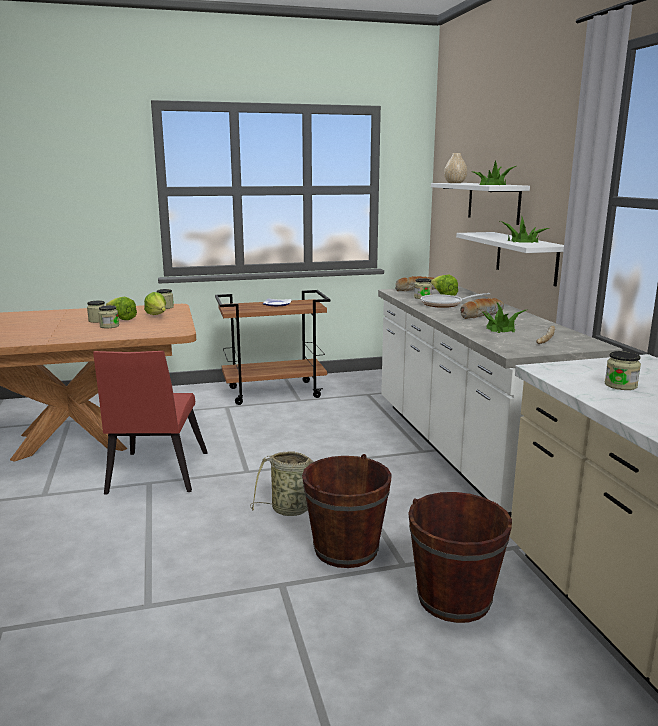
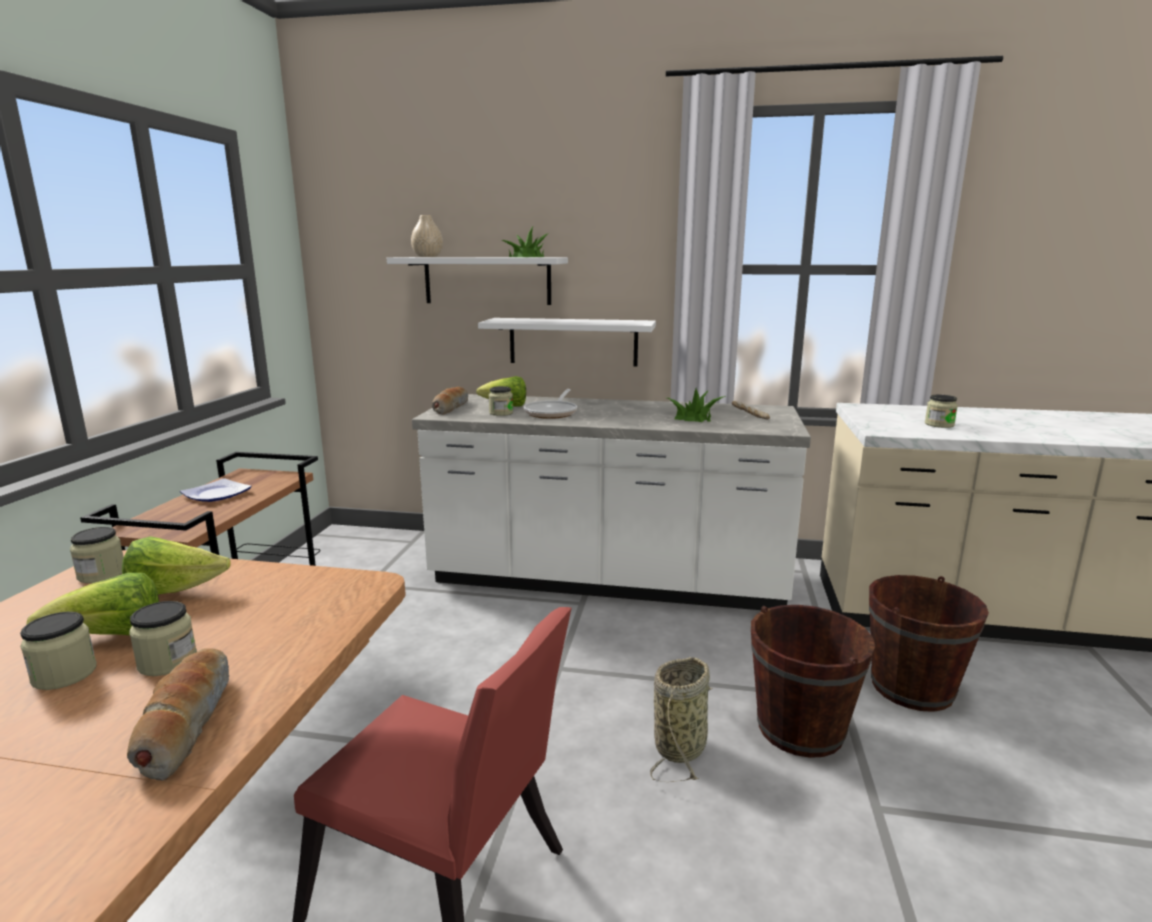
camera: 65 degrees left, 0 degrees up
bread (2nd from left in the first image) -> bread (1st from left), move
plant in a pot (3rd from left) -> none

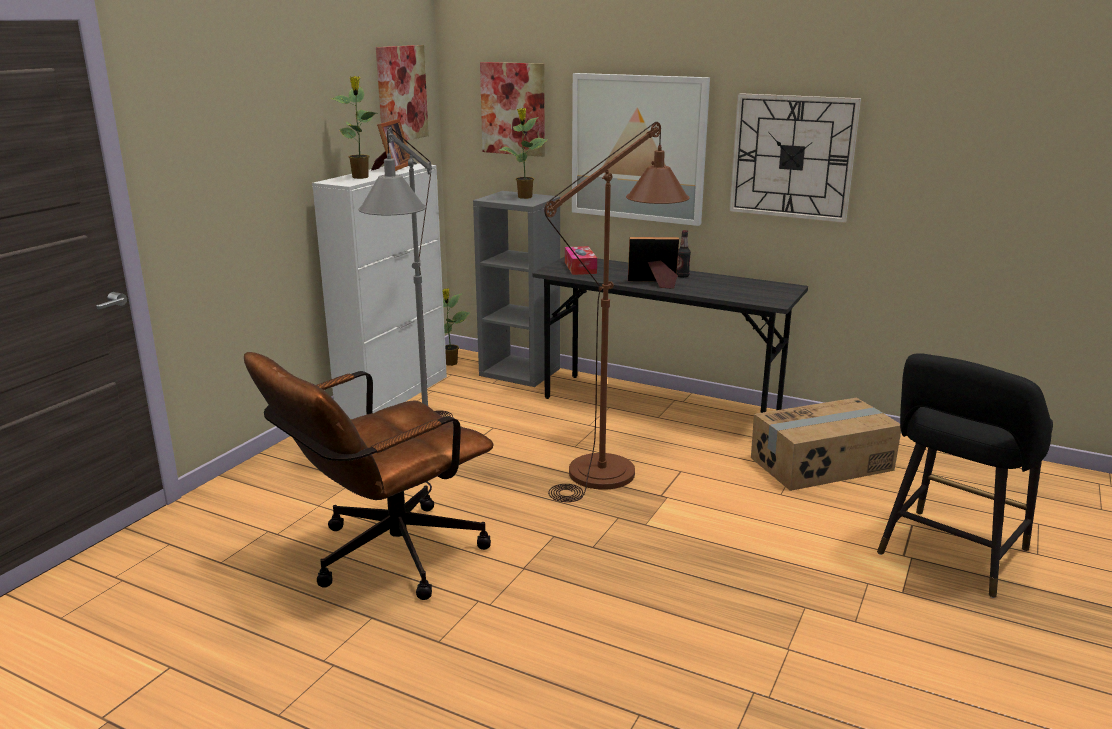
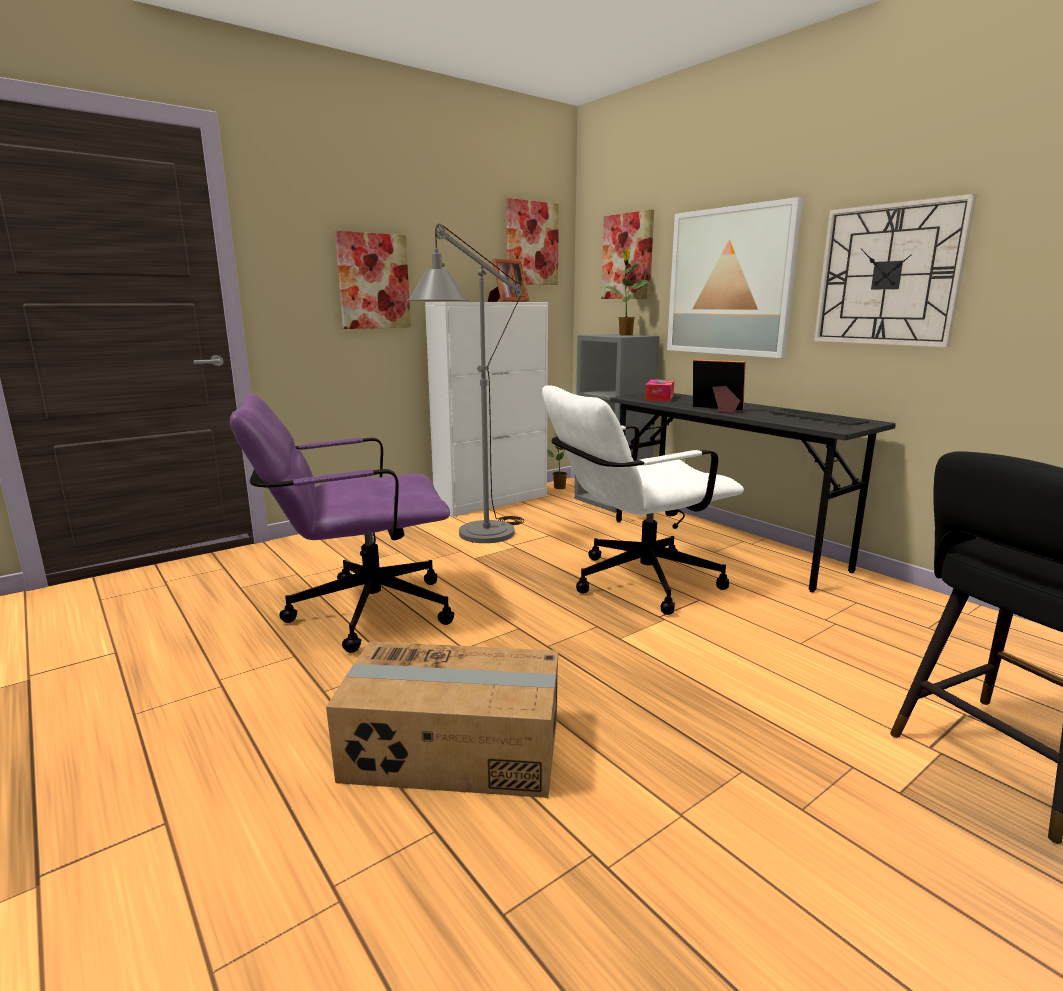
camera: 25 degrees right, 5 degrees down
office chair/brown-coloured -> office chair/purple-coloured
packing box, move
none -> picture (1st from left)
standing lamp/brown-coloured -> office chair/white
none -> PC keyboard
plant in a pot (1st from left) -> none
drink bottle -> none

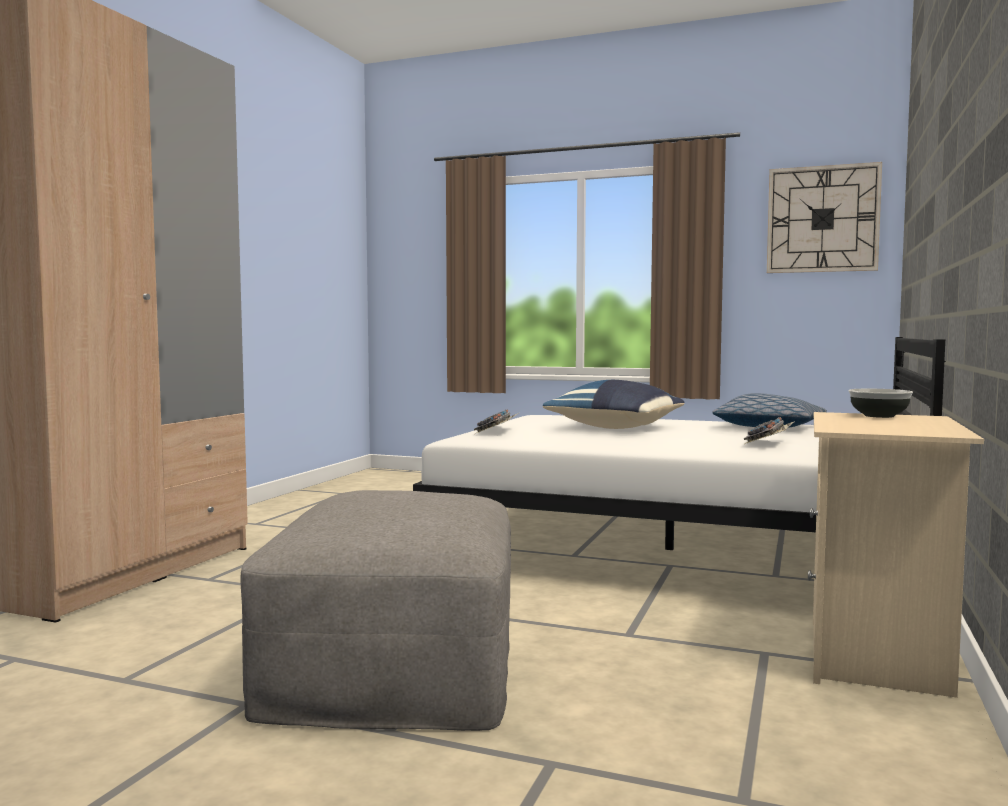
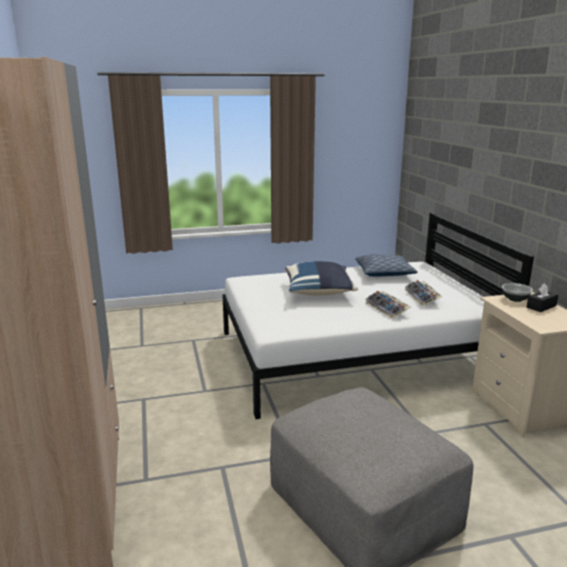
camera: 35 degrees left, 15 degrees up
PC keyboard (1st from left), move
none -> tissue holder/black-coloured
wall clock -> none

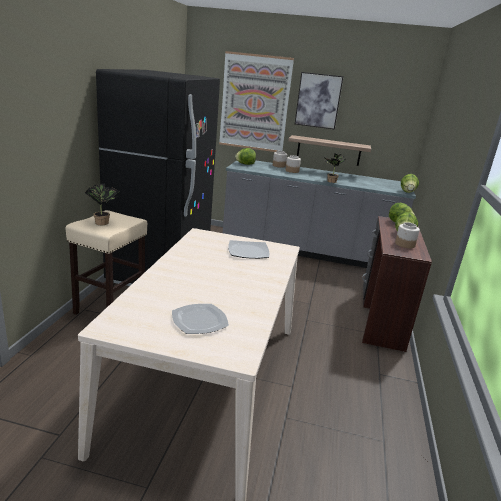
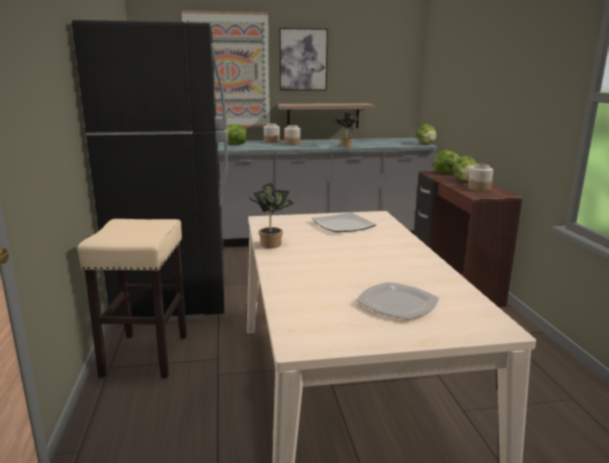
camera: 20 degrees left, 5 degrees down
plant in a pot (1st from left), move

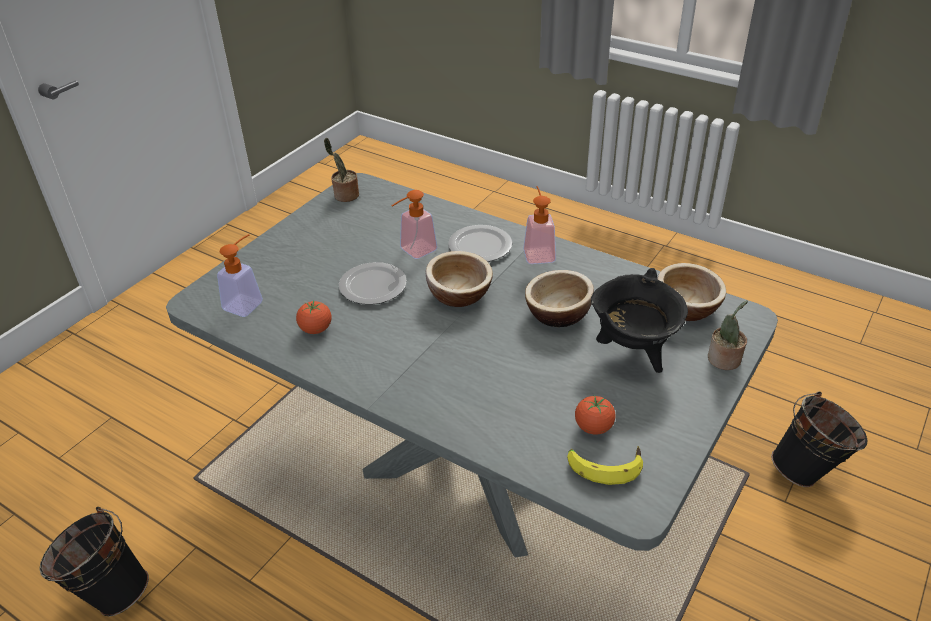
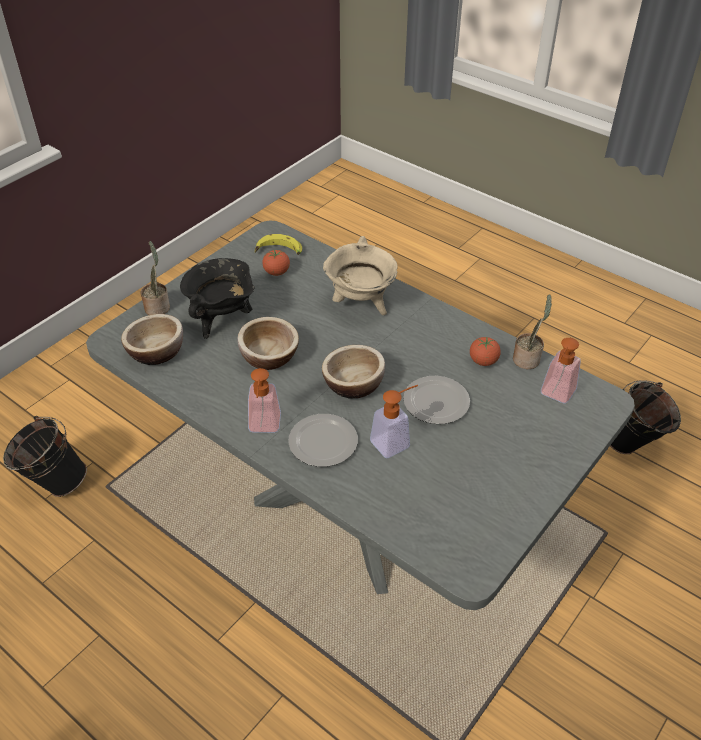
camera: 175 degrees left, 5 degrees up
none -> saucepot/beige
plant in a pot (1st from left in the first image) -> plant in a pot (2nd from left), move

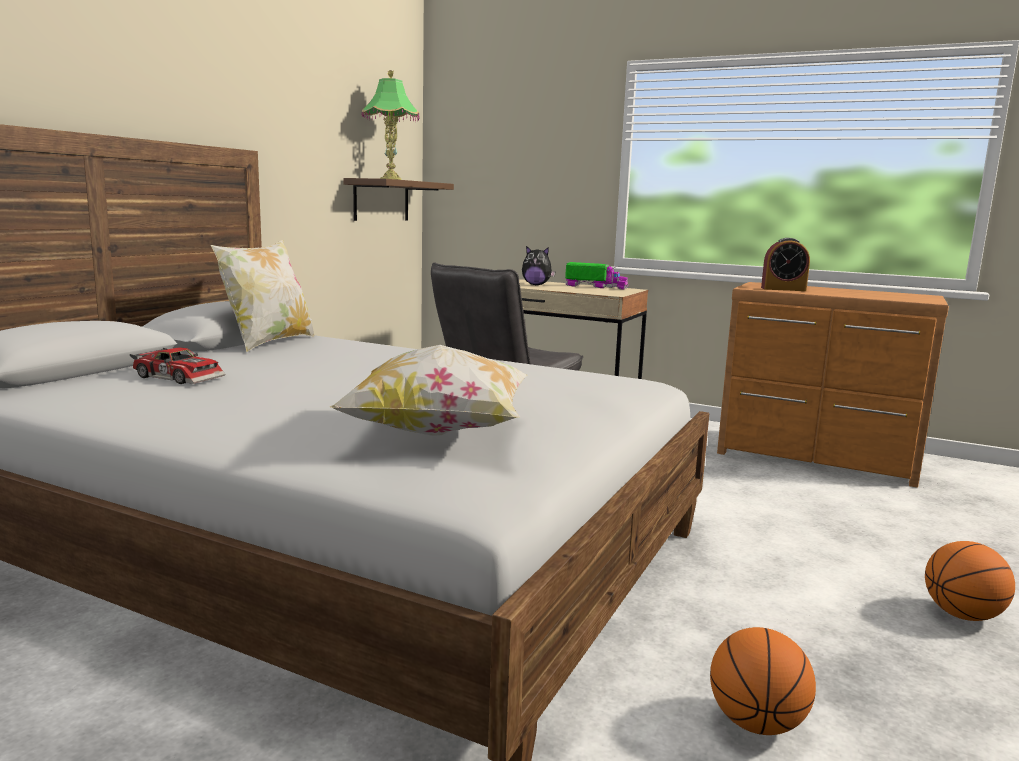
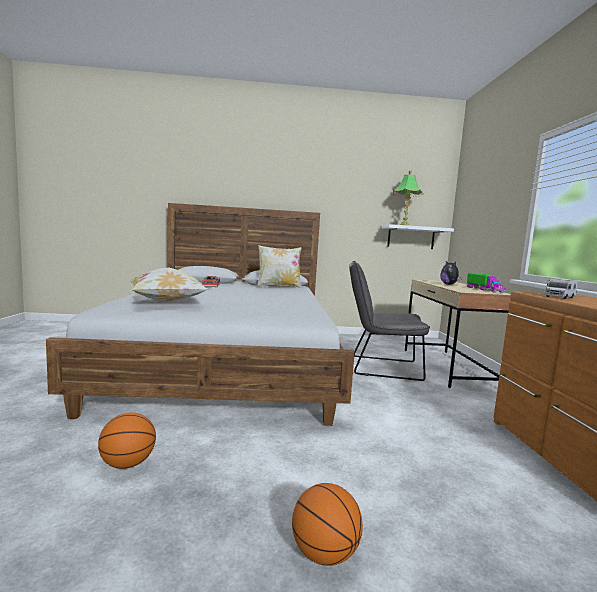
camera: 60 degrees right, 5 degrees down
bracket shelf/brown-coloured -> bracket shelf/white
table clock -> model truck (2nd from left)

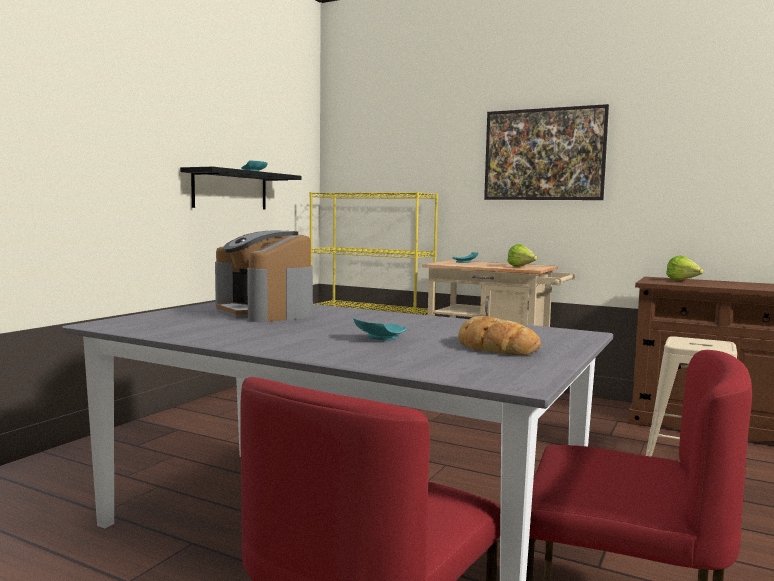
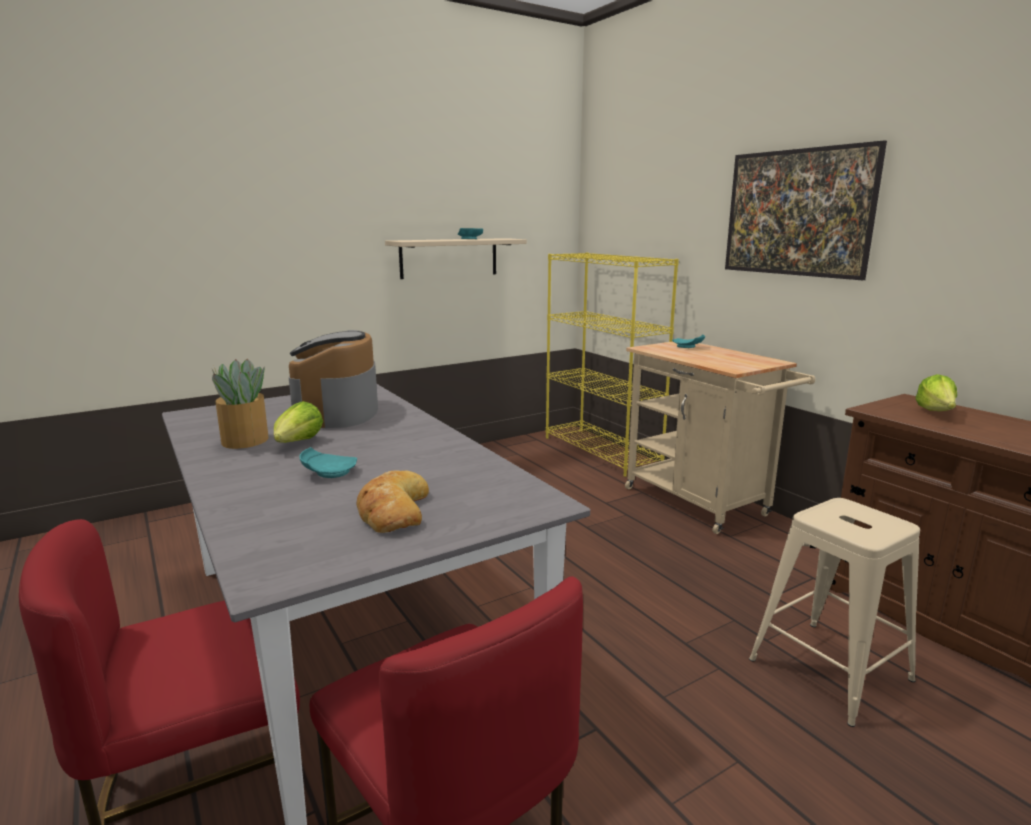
camera: 30 degrees right, 10 degrees up
none -> plant in a pot
lettuce (1st from left), move
bracket shelf/black-coloured -> bracket shelf/beige

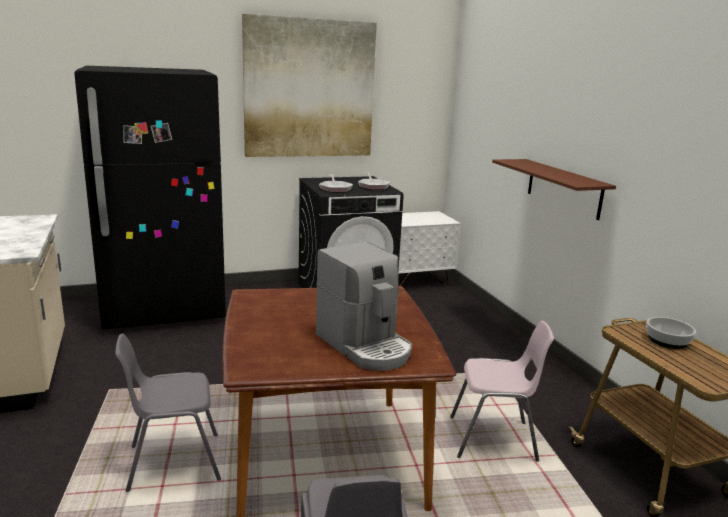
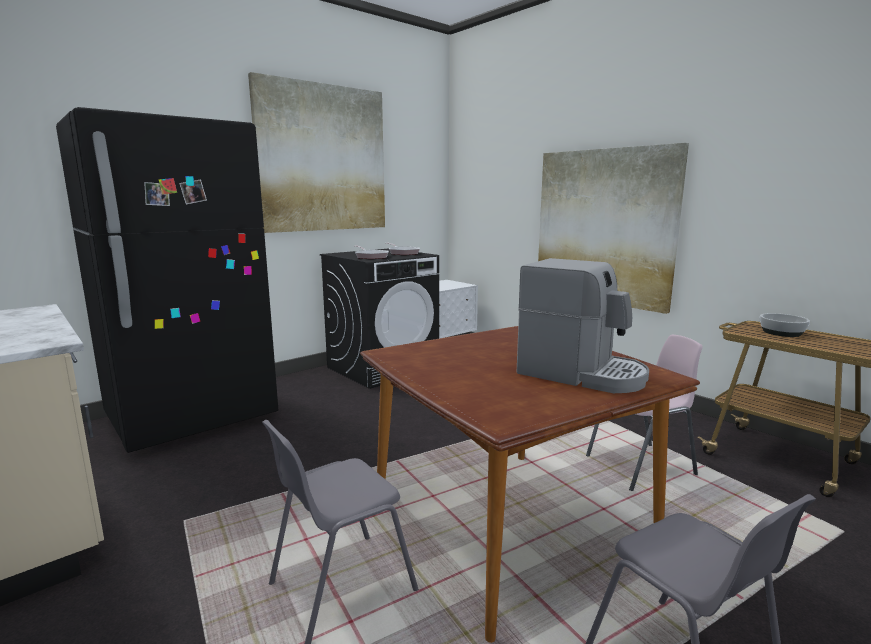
camera: 20 degrees left, 5 degrees down
bracket shelf/brown-coloured -> picture (2nd from left)

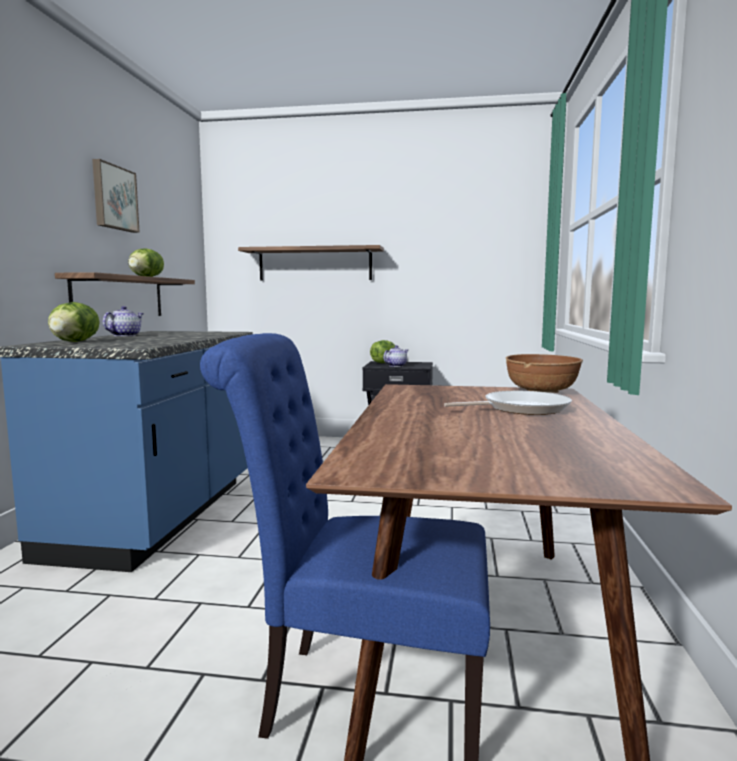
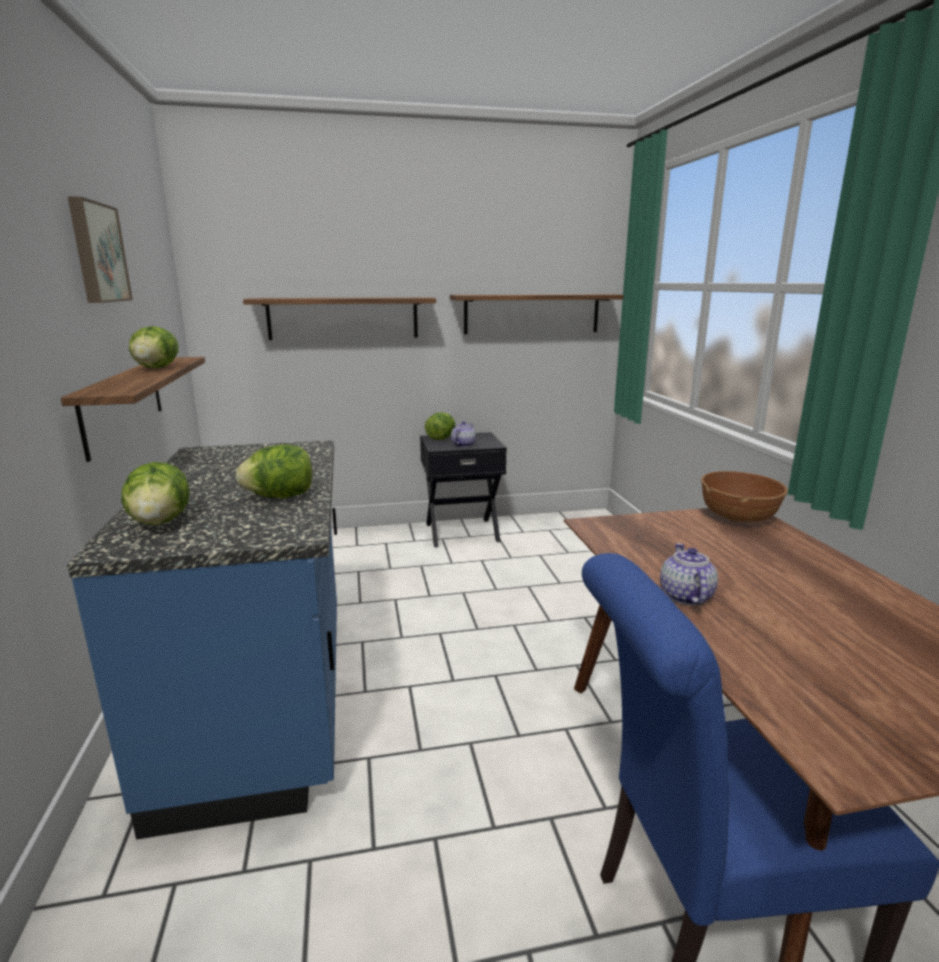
camera: 20 degrees left, 10 degrees up
none -> lettuce (3rd from left)
none -> bracket shelf (3rd from left)
pot for tea (1st from left in the first image) -> pot for tea (2nd from left), move
frying pan -> none

